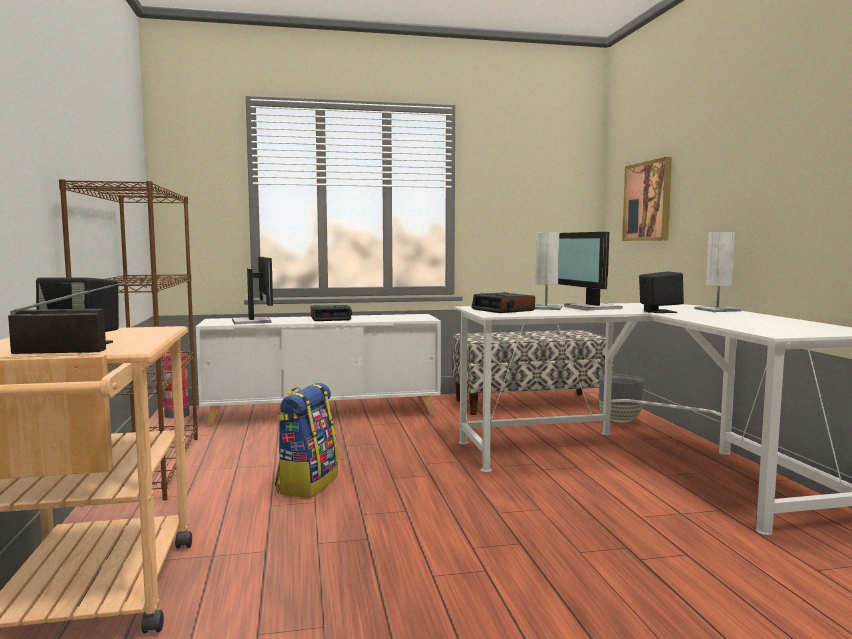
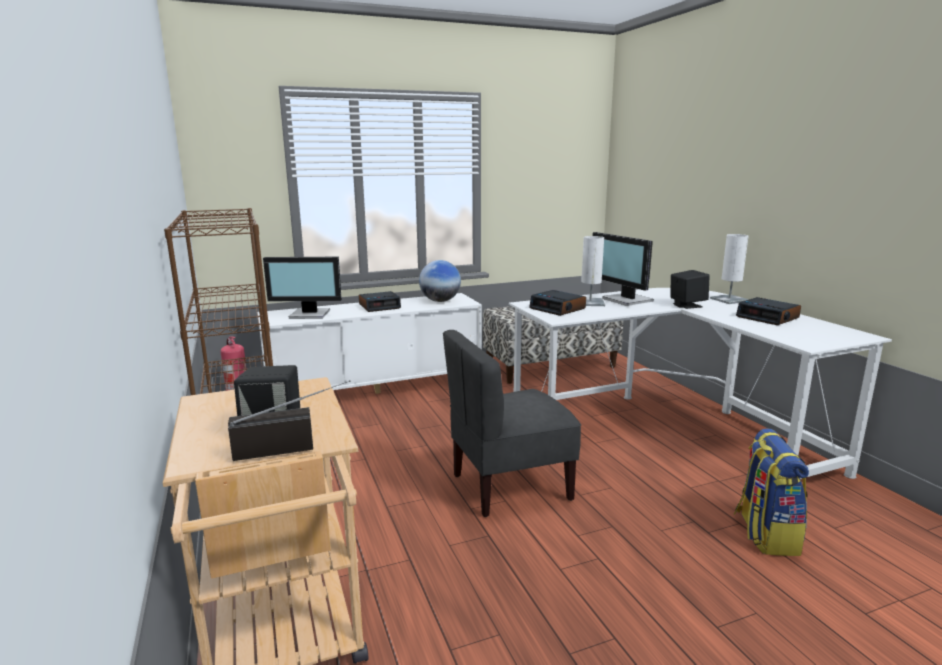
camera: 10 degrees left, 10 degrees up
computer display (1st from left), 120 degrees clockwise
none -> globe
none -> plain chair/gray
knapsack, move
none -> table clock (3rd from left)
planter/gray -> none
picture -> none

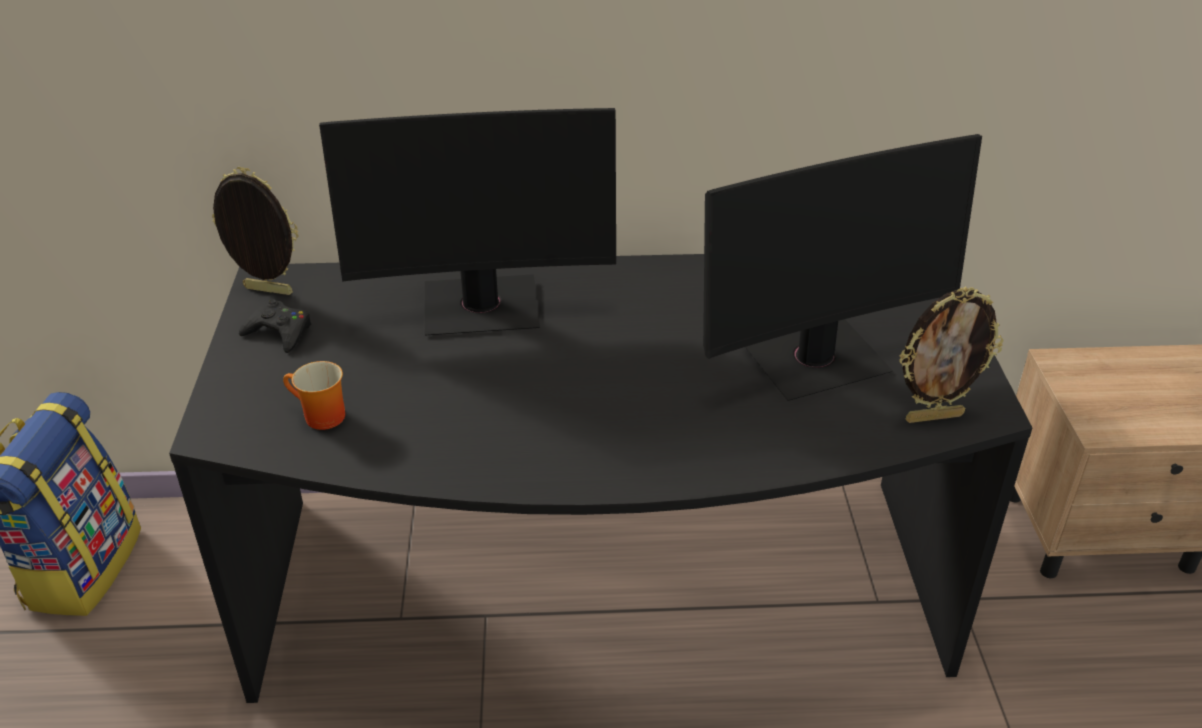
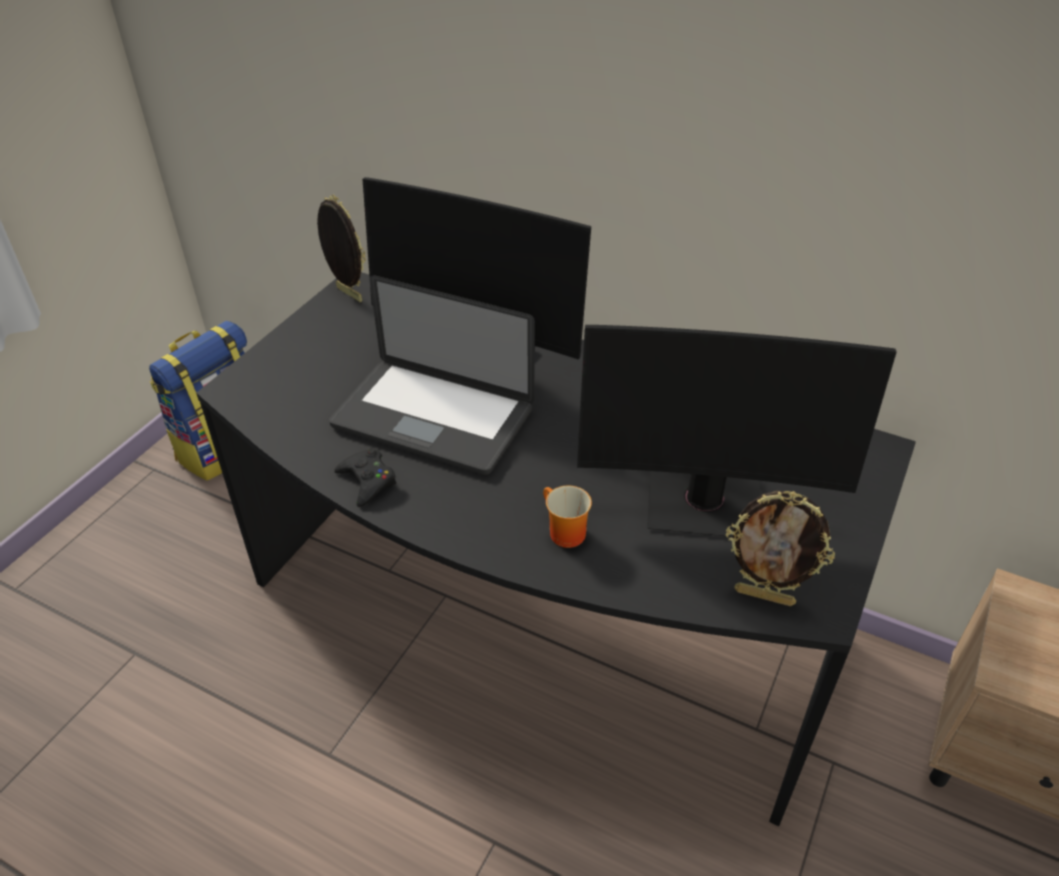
camera: 30 degrees right, 5 degrees up
none -> laptop
gamepad/black-coloured, move
mug, move

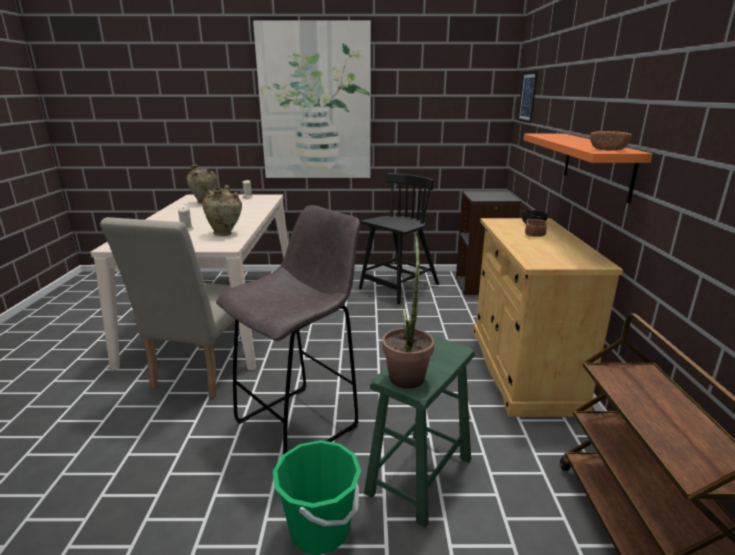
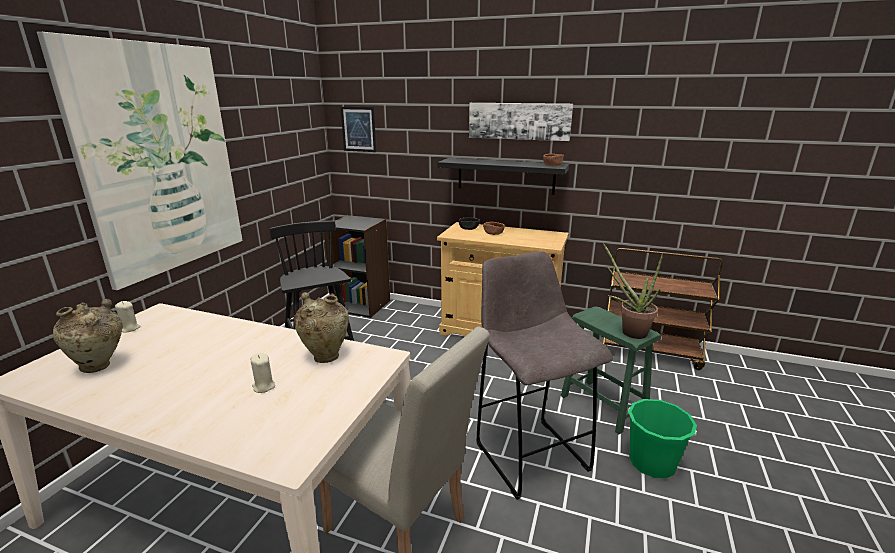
camera: 70 degrees left, 0 degrees up
bracket shelf/orangey -> bracket shelf/black-coloured
none -> picture (3rd from left)

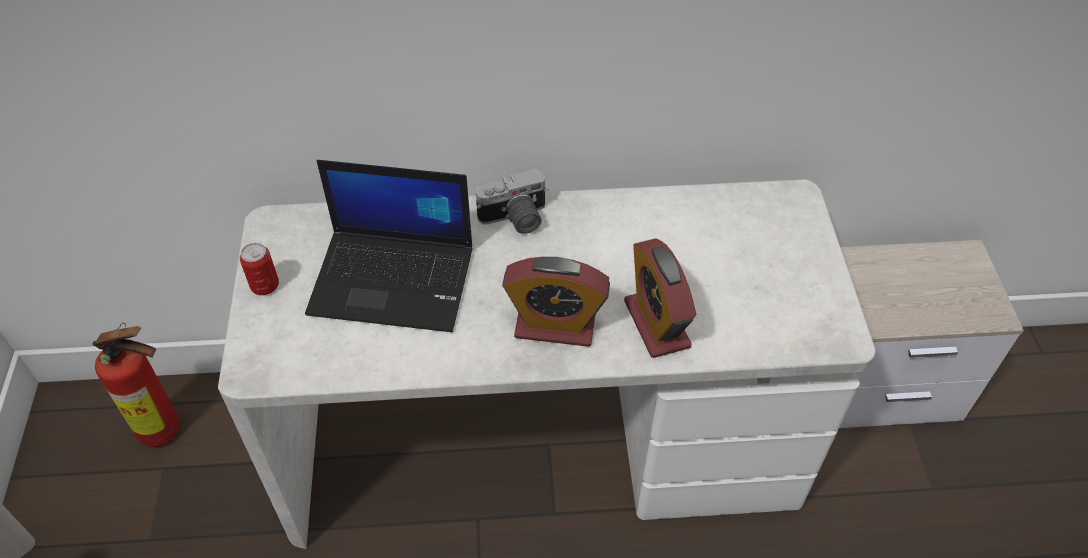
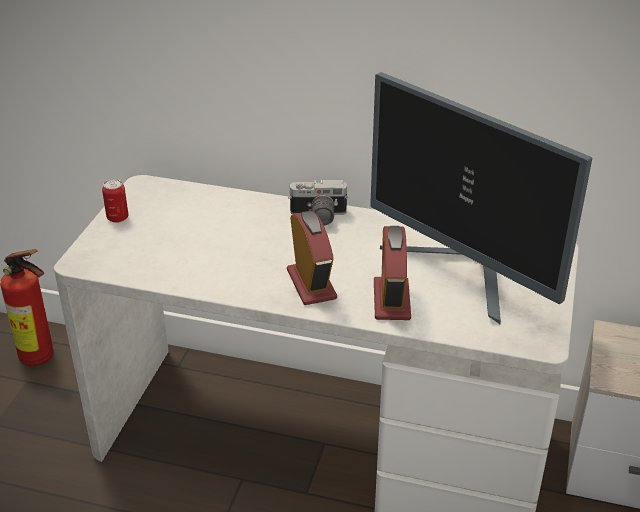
camera: 20 degrees right, 15 degrees down
table clock (1st from left), 135 degrees counterclockwise
none -> computer display
laptop -> none

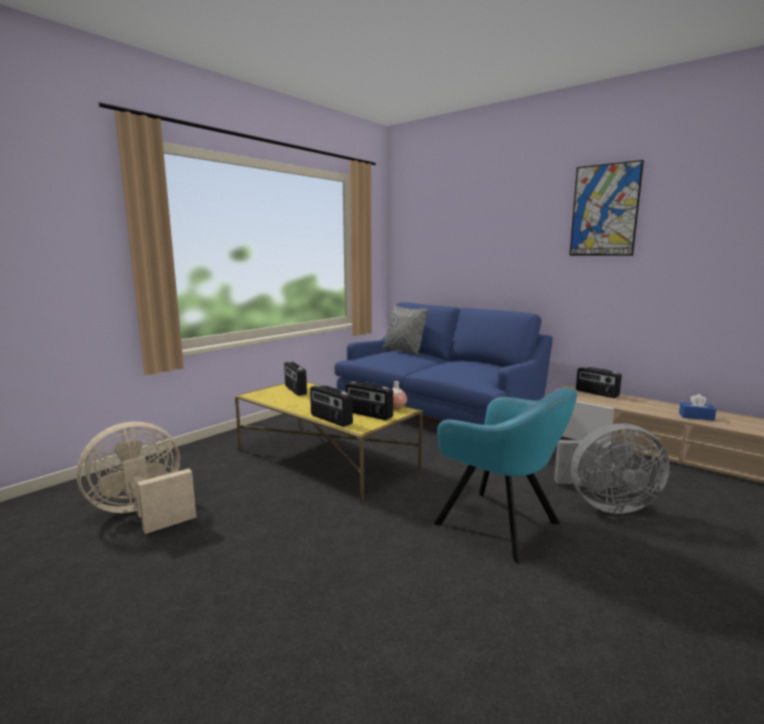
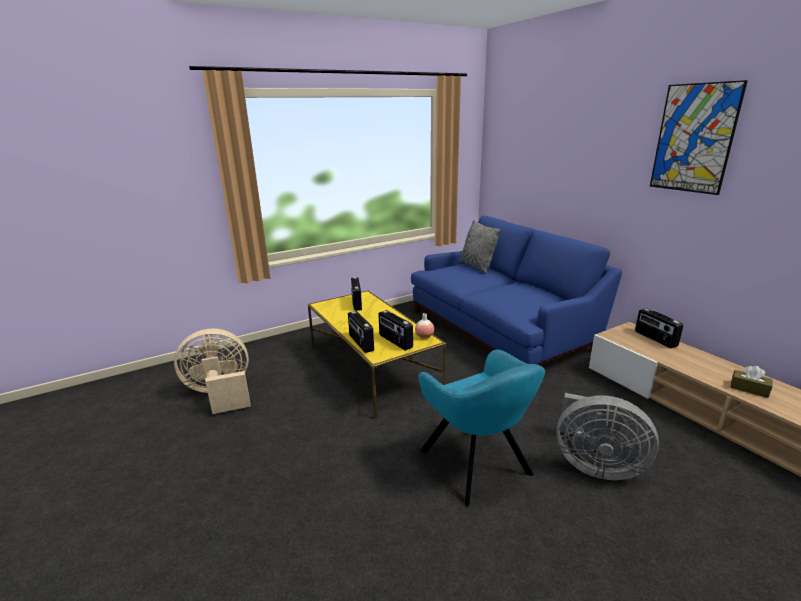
camera: 20 degrees right, 10 degrees up
tissue holder/bluish -> tissue holder/brown-coloured

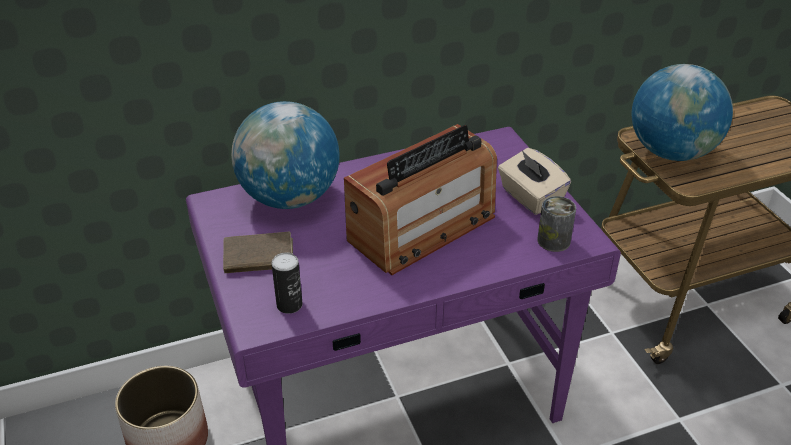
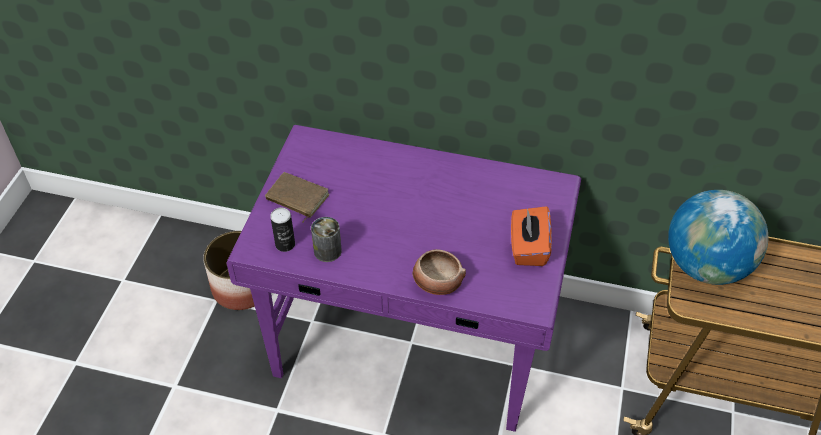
camera: 35 degrees right, 10 degrees up
can (2nd from left), move
none -> deep dish
tissue holder/beige -> tissue holder/orangey
globe (1st from left) -> none
radio set -> none

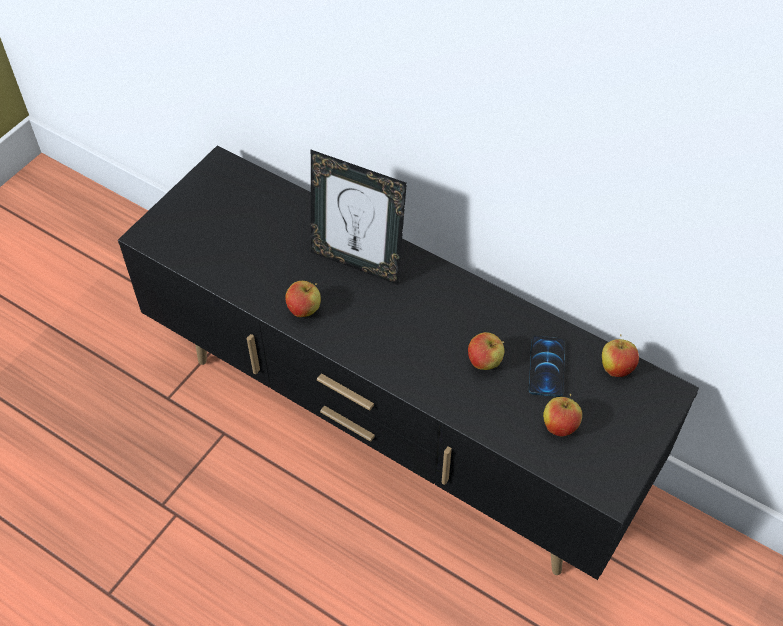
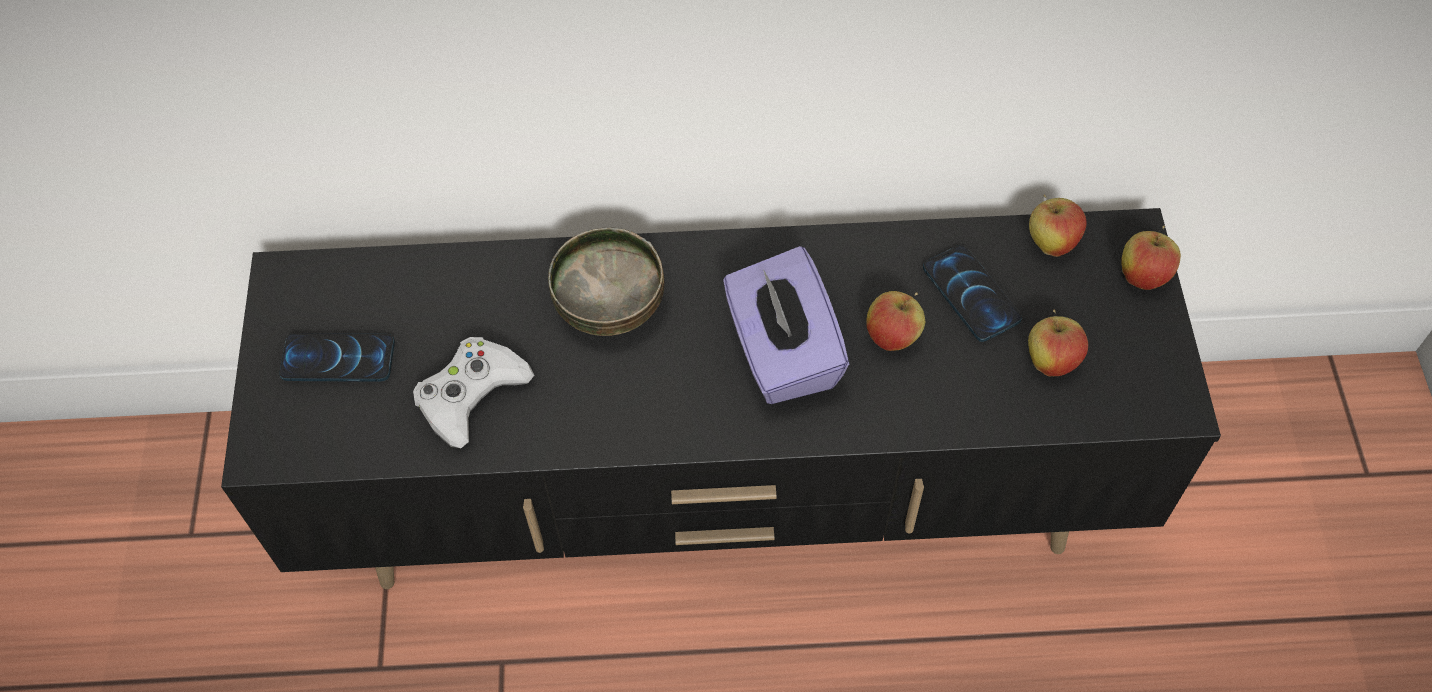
camera: 35 degrees left, 5 degrees up
none -> handset (1st from left)
none -> gamepad/white
picture frame -> deep dish
none -> tissue holder/purple-coloured
apple fruit (1st from left in the first image) -> apple fruit (4th from left), move

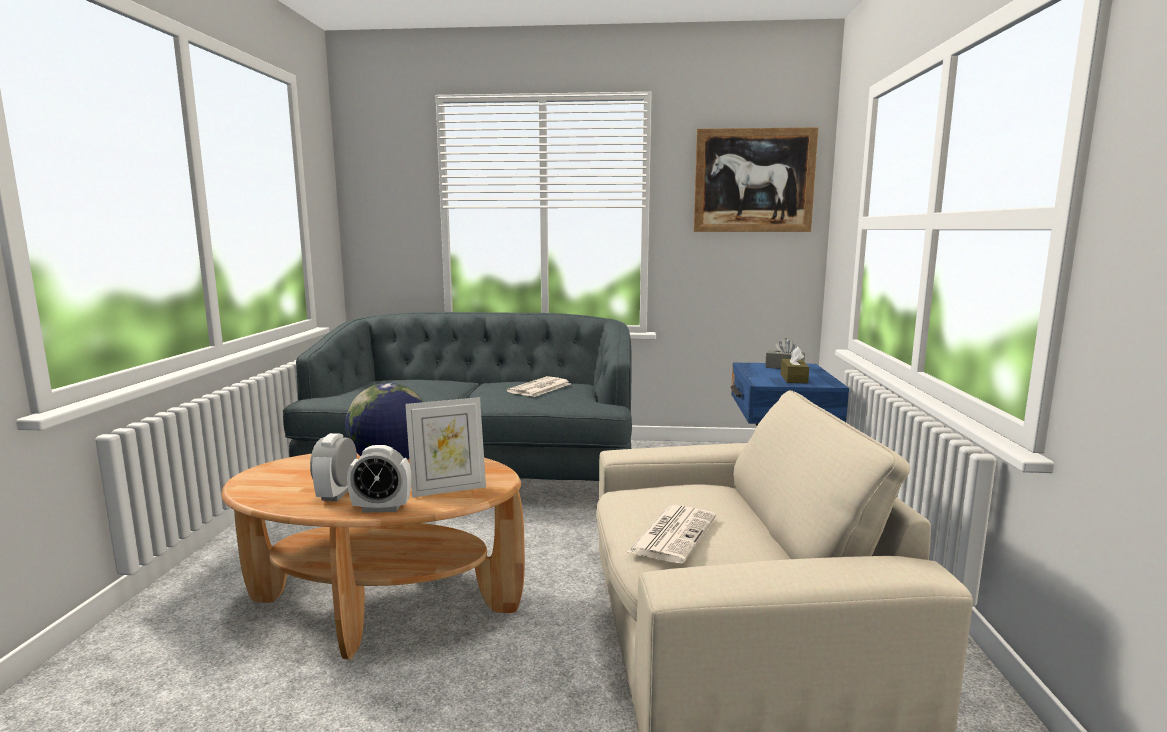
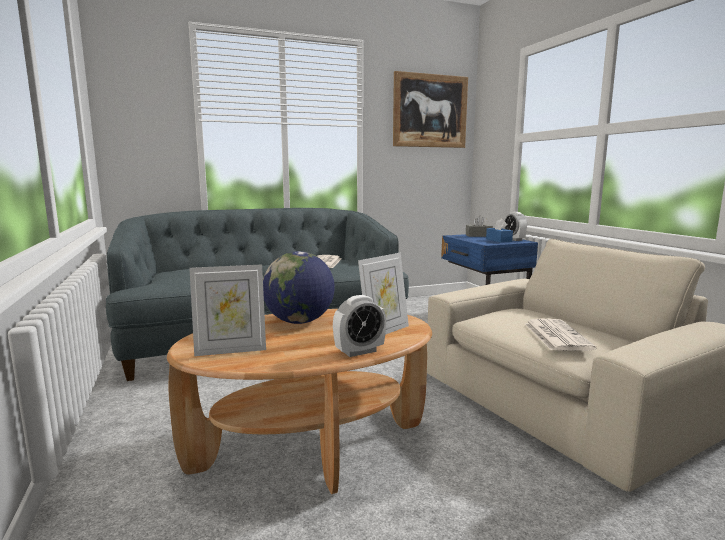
camera: 25 degrees left, 0 degrees up
none -> picture frame (1st from left)
tissue holder/brown-coloured -> tissue holder/bluish
table clock (1st from left in the first image) -> table clock (2nd from left), move

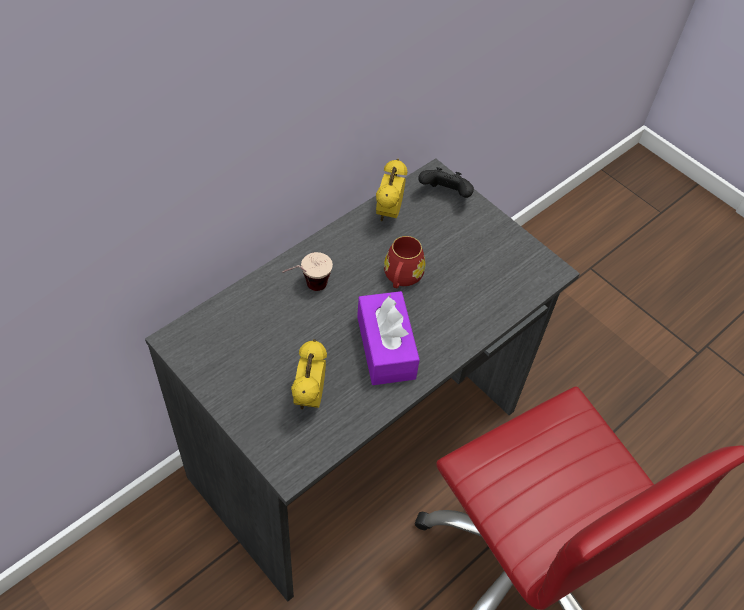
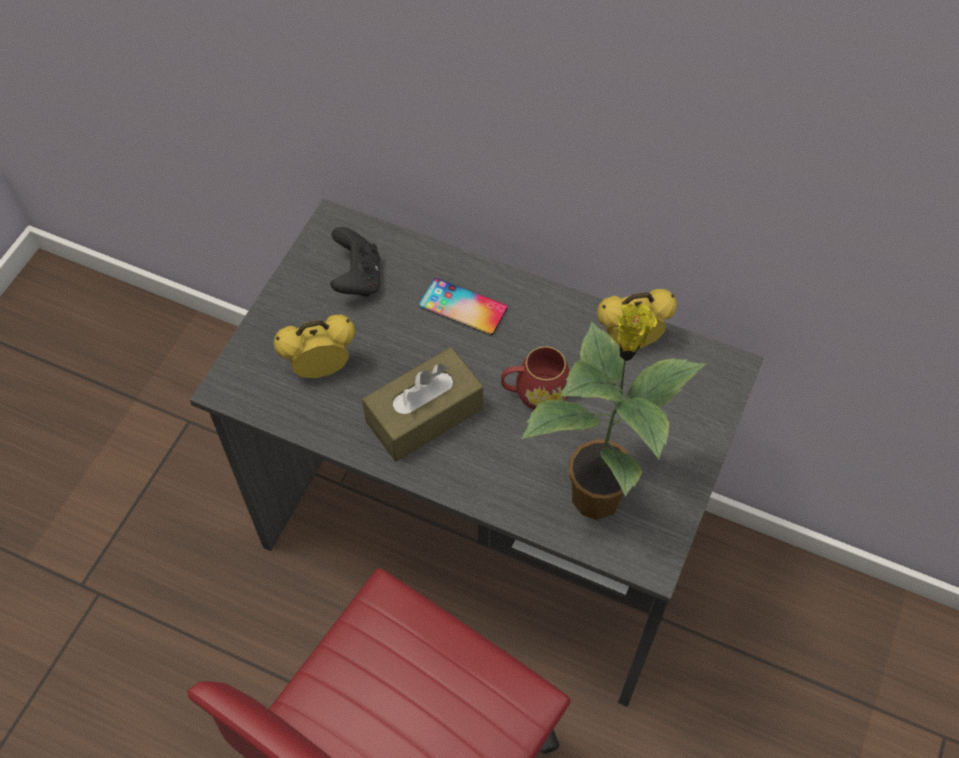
camera: 70 degrees right, 5 degrees up
gamepad/black-coloured, move
tissue holder/purple-coloured -> tissue holder/brown-coloured
cup -> handset
none -> plant in a pot

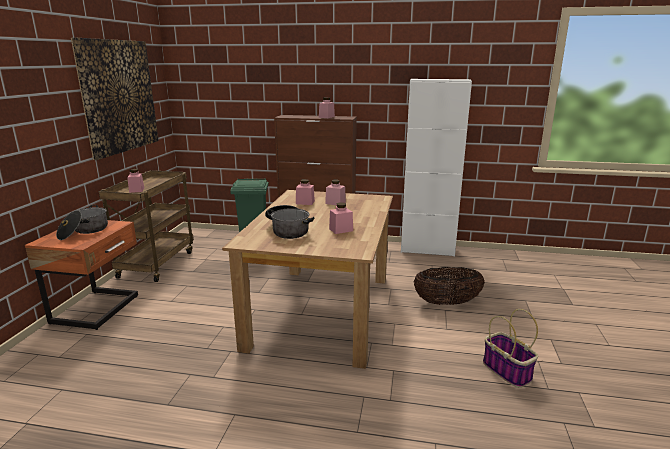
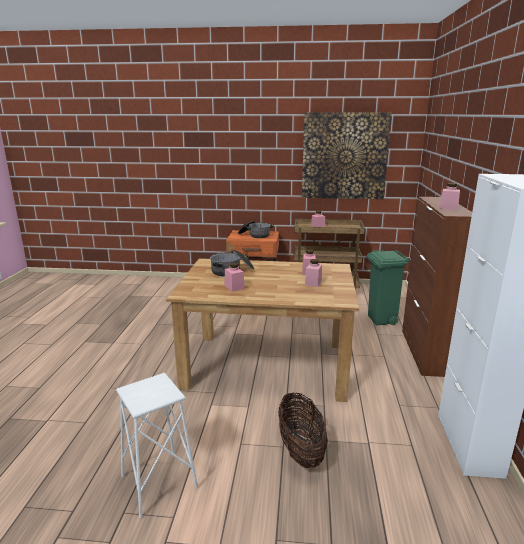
camera: 85 degrees right, 0 degrees up
basket (2nd from left) -> sitting stool/white

